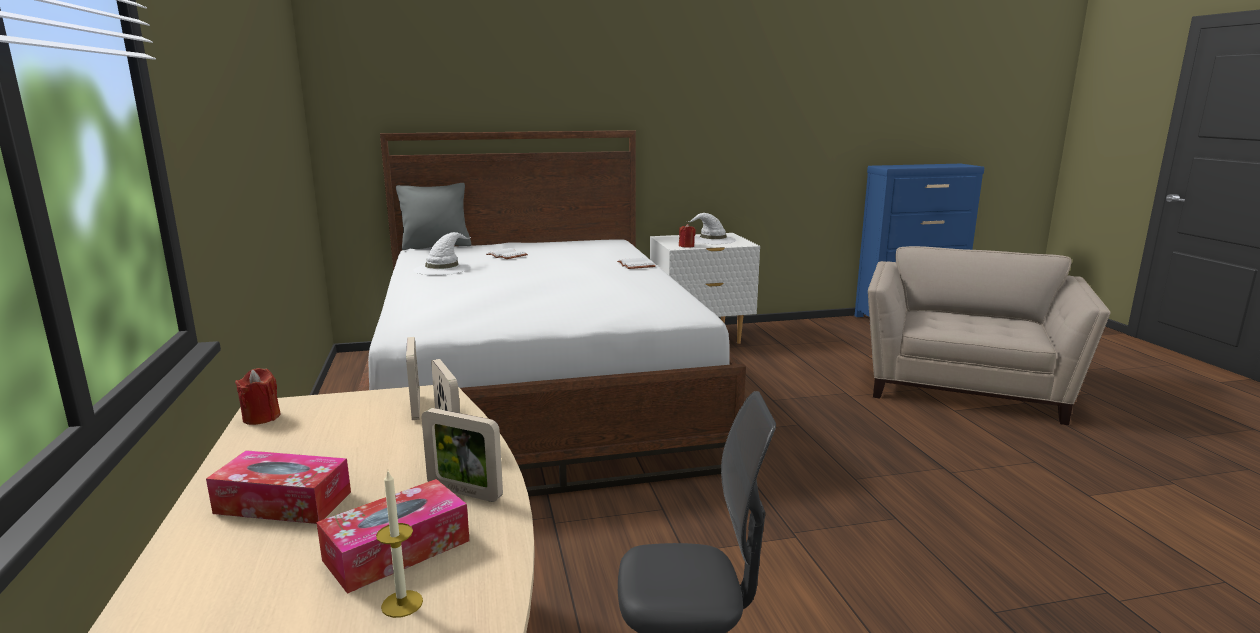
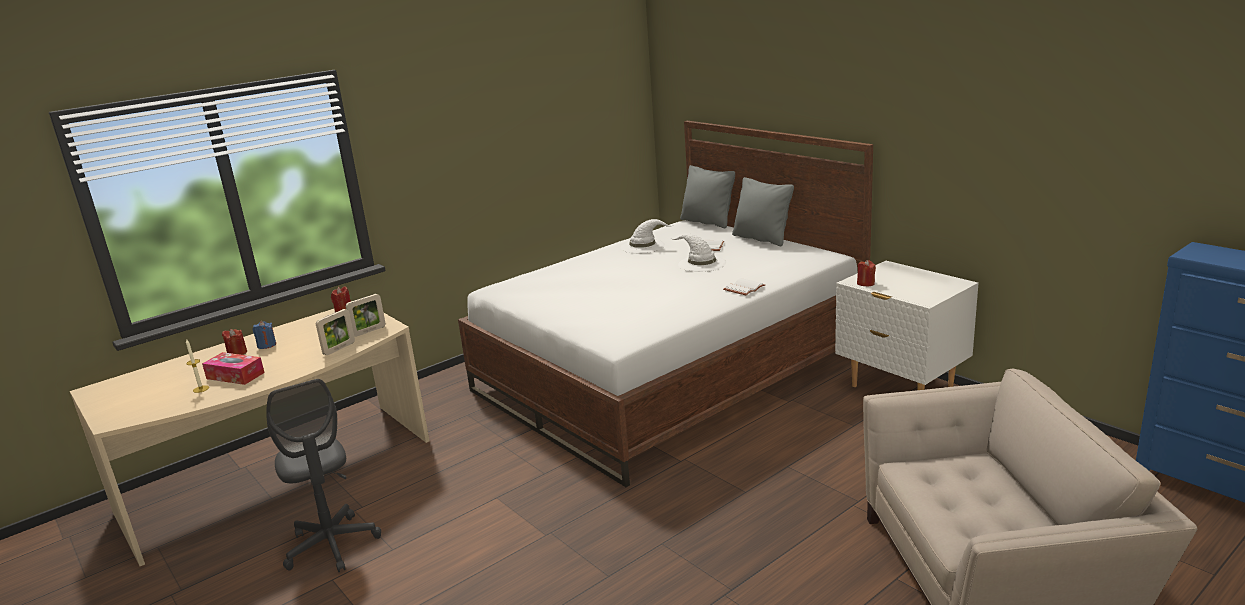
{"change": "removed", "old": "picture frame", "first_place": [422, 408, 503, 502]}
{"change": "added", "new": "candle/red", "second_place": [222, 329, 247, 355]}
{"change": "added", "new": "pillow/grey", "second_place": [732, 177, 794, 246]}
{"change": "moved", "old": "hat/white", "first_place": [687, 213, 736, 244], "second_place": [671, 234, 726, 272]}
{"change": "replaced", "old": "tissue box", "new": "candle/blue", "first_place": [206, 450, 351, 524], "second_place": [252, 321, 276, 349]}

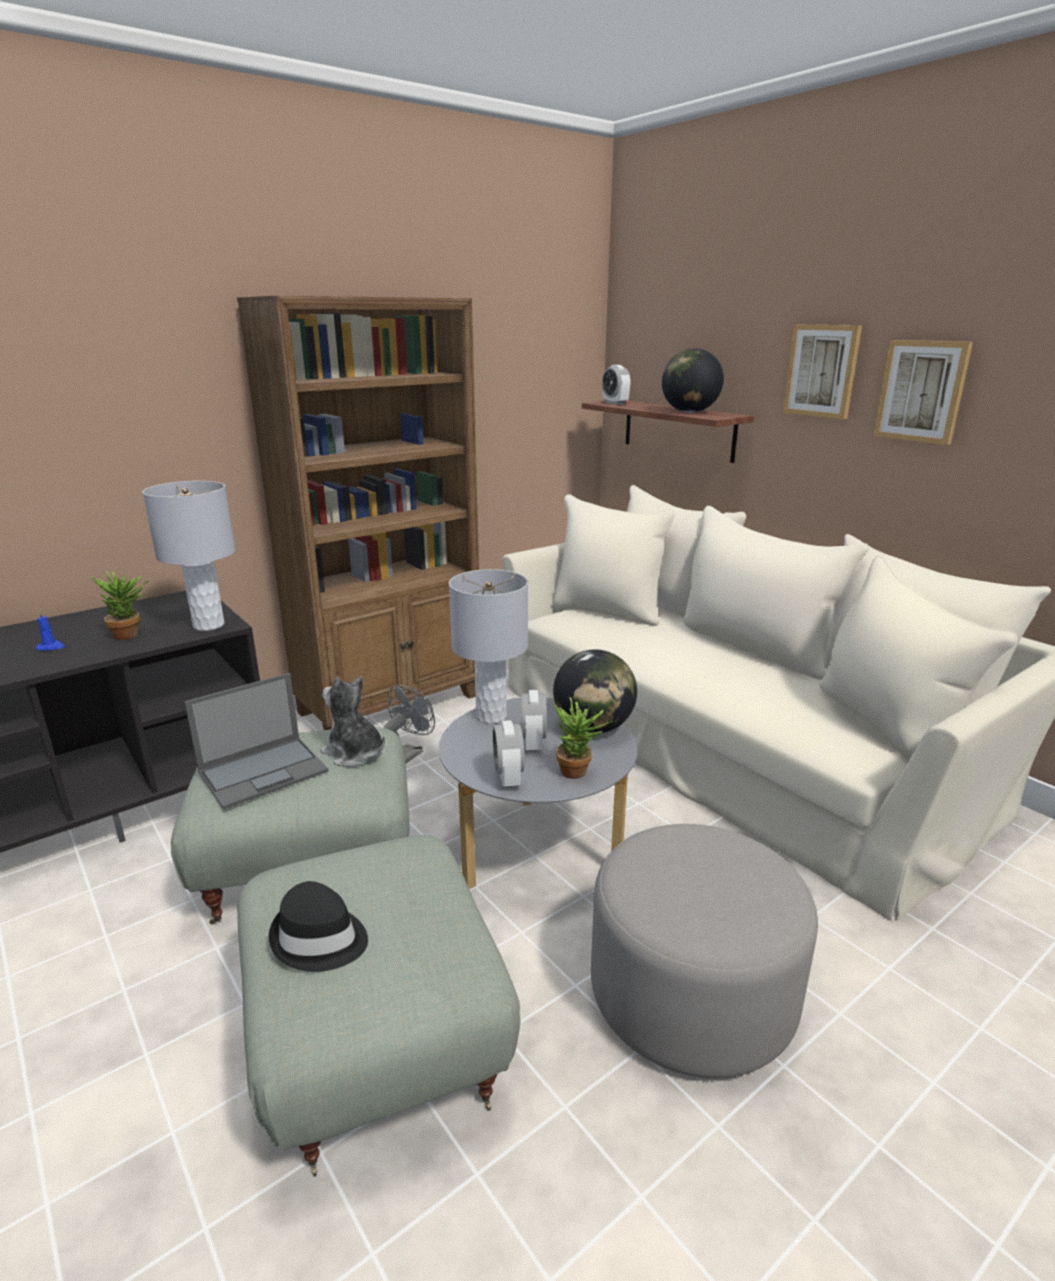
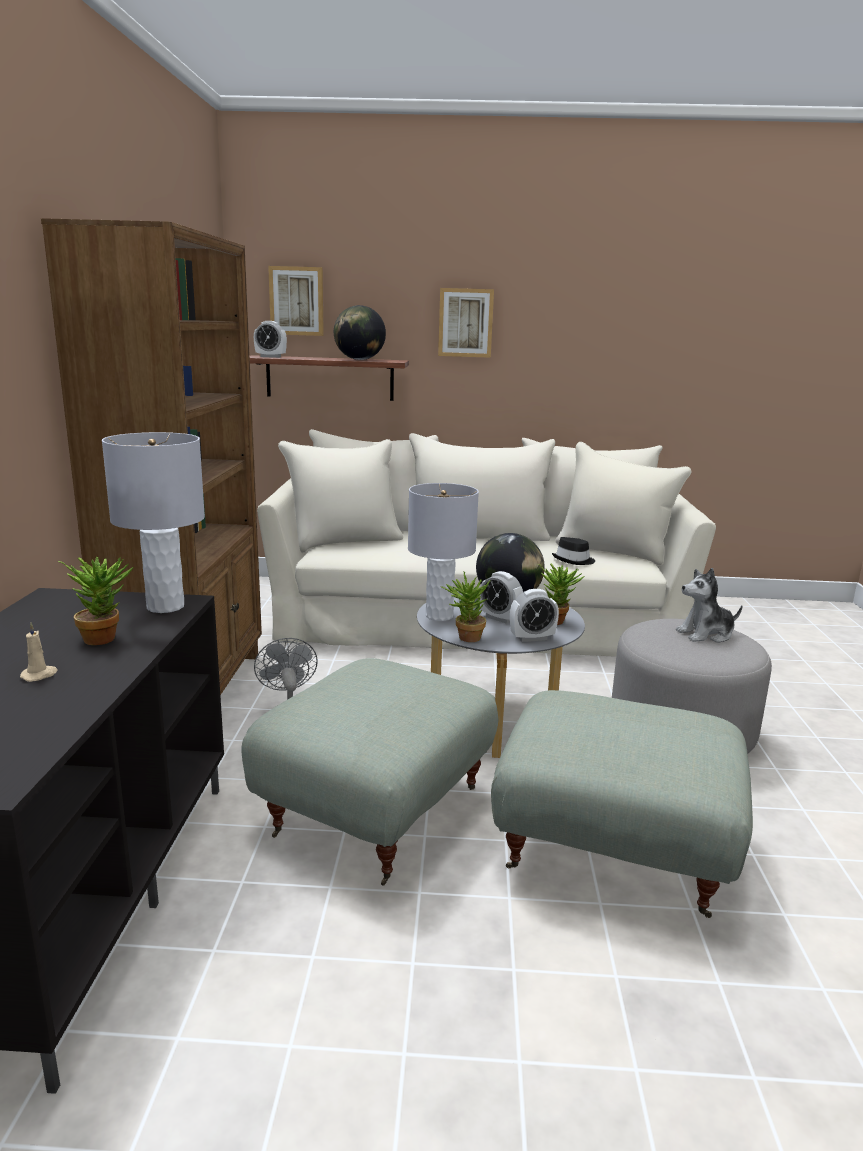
{"change": "removed", "old": "laptop", "first_place": [184, 673, 328, 809]}
{"change": "added", "new": "potted plant", "second_place": [441, 572, 491, 642]}
{"change": "moved", "old": "hat/black", "first_place": [269, 881, 368, 972], "second_place": [552, 537, 595, 565]}
{"change": "moved", "old": "plush toy", "first_place": [321, 676, 385, 767], "second_place": [676, 568, 743, 643]}
{"change": "moved", "old": "picture", "first_place": [873, 340, 973, 445], "second_place": [268, 266, 324, 336]}
{"change": "recoloured", "old": "candle/blue", "new": "candle/beige", "first_place": [36, 610, 65, 651], "second_place": [20, 622, 58, 682]}
{"change": "turned", "old": "alarm clock", "first_place": [493, 720, 525, 788], "second_place": [510, 589, 559, 642], "degrees": -45}

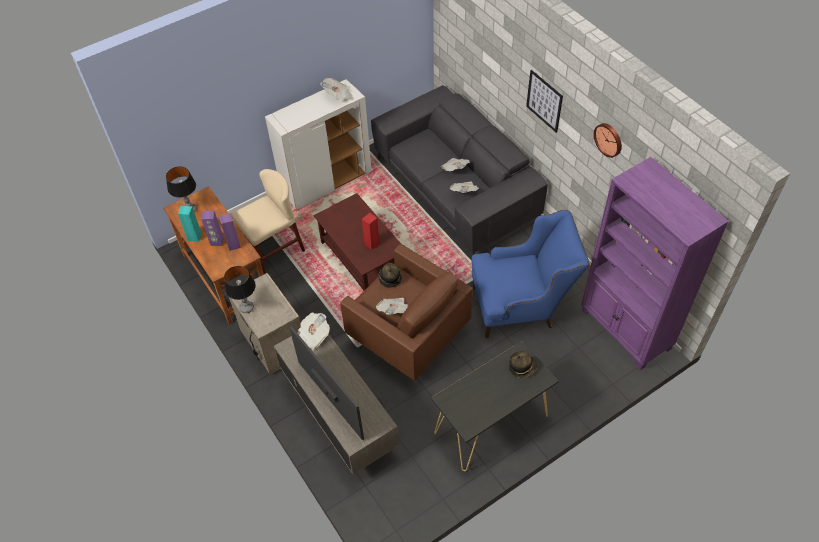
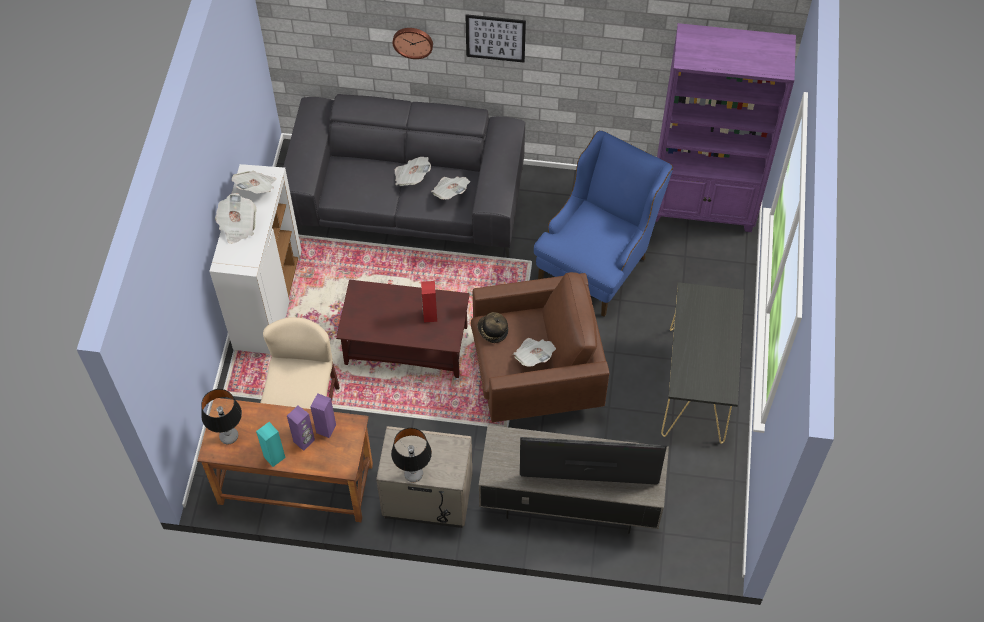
{"change": "removed", "old": "hat", "first_place": [509, 352, 537, 378]}
{"change": "moved", "old": "newspaper", "first_place": [298, 313, 330, 350], "second_place": [215, 193, 257, 244]}
{"change": "moved", "old": "wall clock", "first_place": [594, 123, 622, 158], "second_place": [392, 28, 433, 59]}

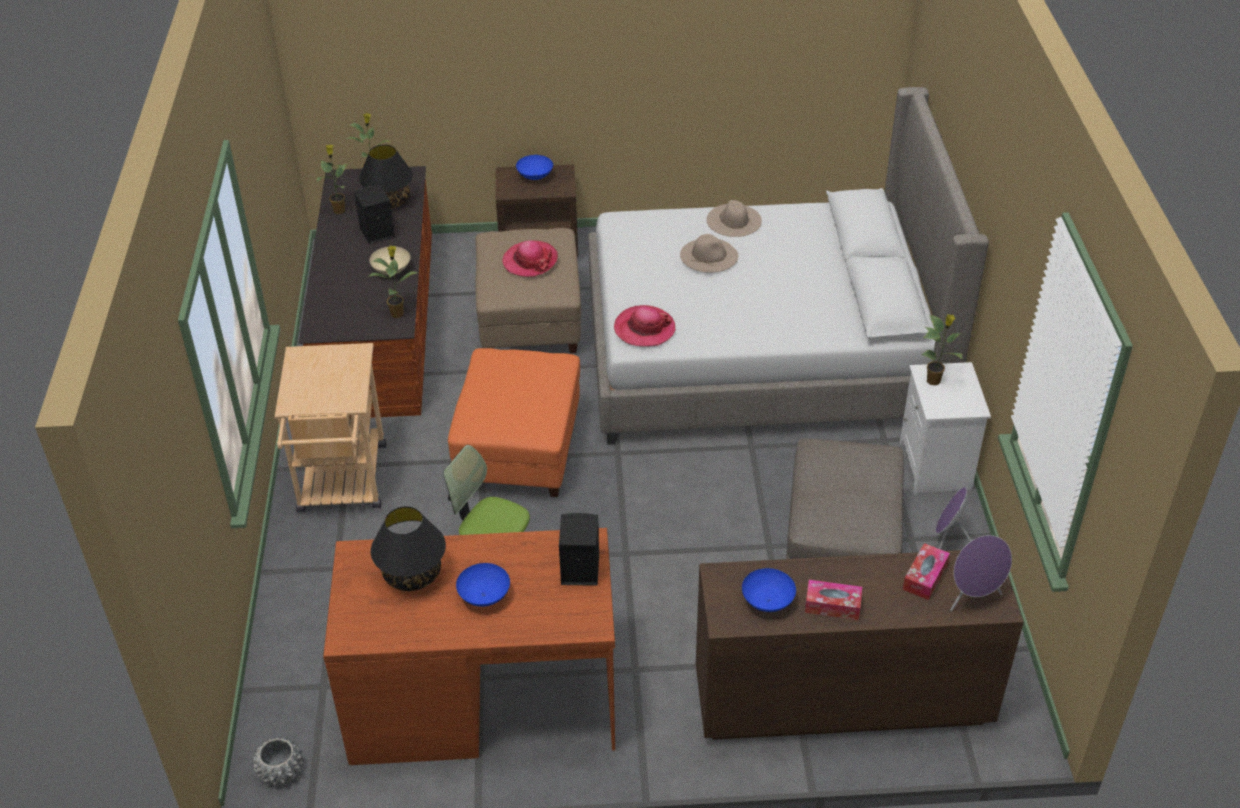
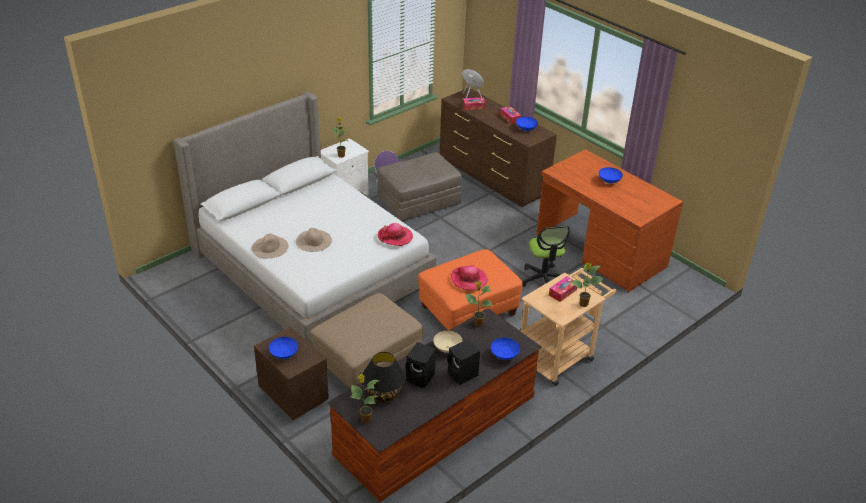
{"change": "removed", "old": "planter/grey", "first_place": [253, 737, 303, 786]}
{"change": "removed", "old": "table lamp/black", "first_place": [371, 506, 446, 591]}
{"change": "added", "new": "bowl/blue", "second_place": [491, 338, 520, 360]}
{"change": "added", "new": "tissue box", "second_place": [549, 276, 577, 302]}
{"change": "moved", "old": "potted plant", "first_place": [317, 145, 349, 214], "second_place": [570, 262, 604, 307]}
{"change": "moved", "old": "hat", "first_place": [502, 240, 558, 277], "second_place": [451, 265, 488, 290]}
{"change": "moved", "old": "speaker/black", "first_place": [559, 513, 599, 586], "second_place": [447, 339, 480, 385]}

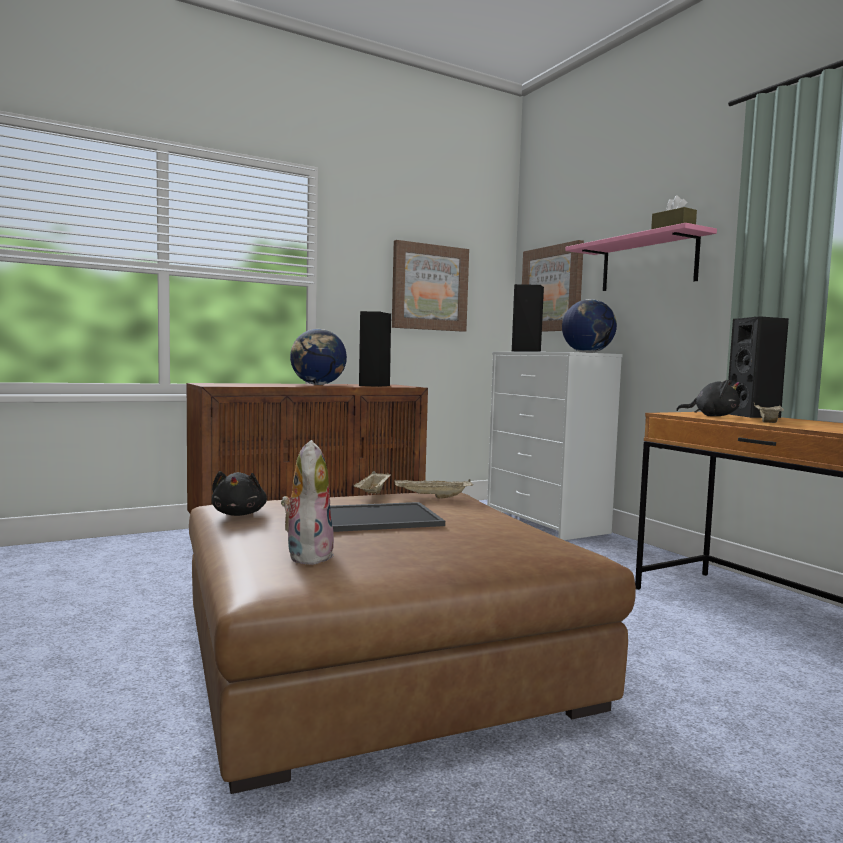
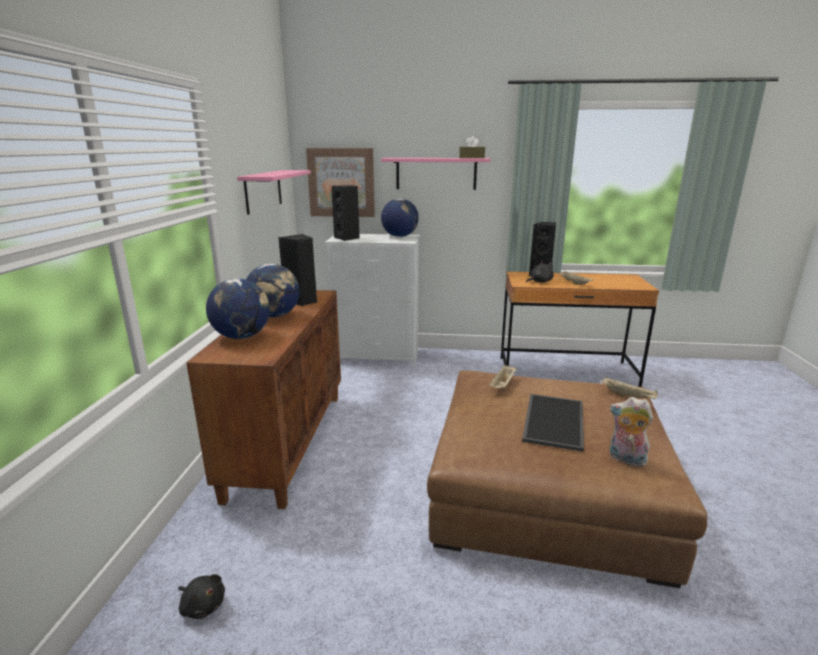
{"change": "added", "new": "globe", "second_place": [206, 278, 270, 339]}
{"change": "moved", "old": "plush toy/black", "first_place": [212, 471, 267, 516], "second_place": [178, 574, 225, 619]}
{"change": "moved", "old": "tray/beige", "first_place": [353, 471, 391, 494], "second_place": [601, 377, 658, 399]}
{"change": "replaced", "old": "picture", "new": "shelf/pink", "first_place": [392, 240, 469, 332], "second_place": [237, 170, 311, 215]}

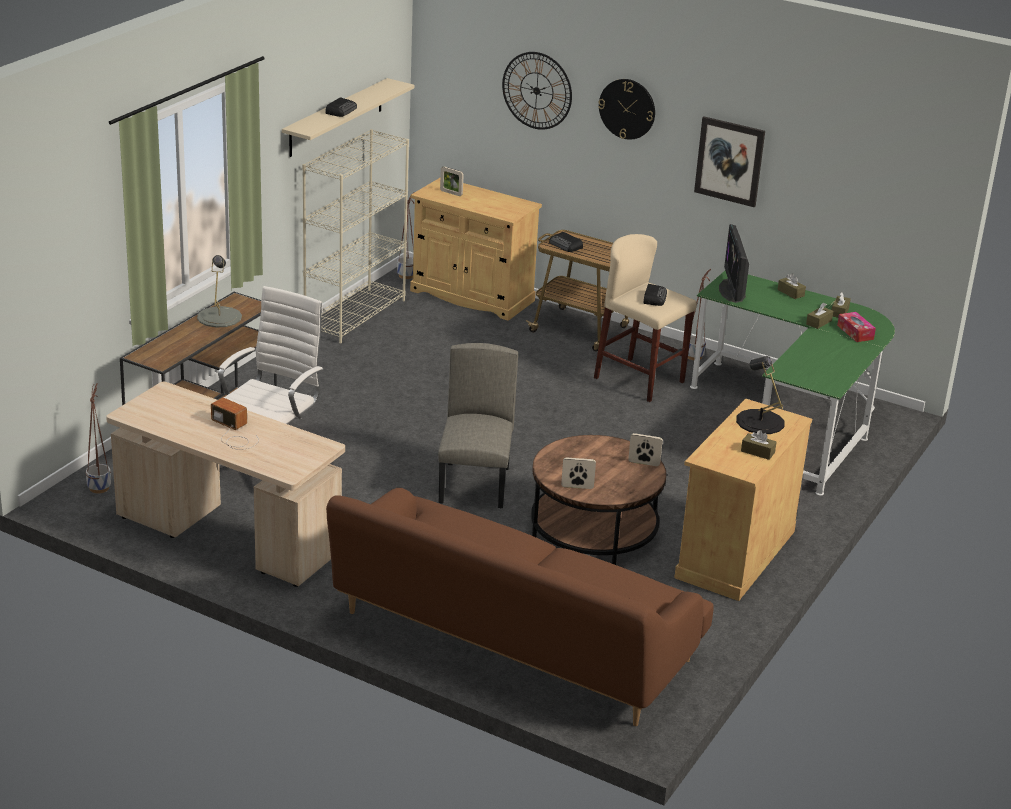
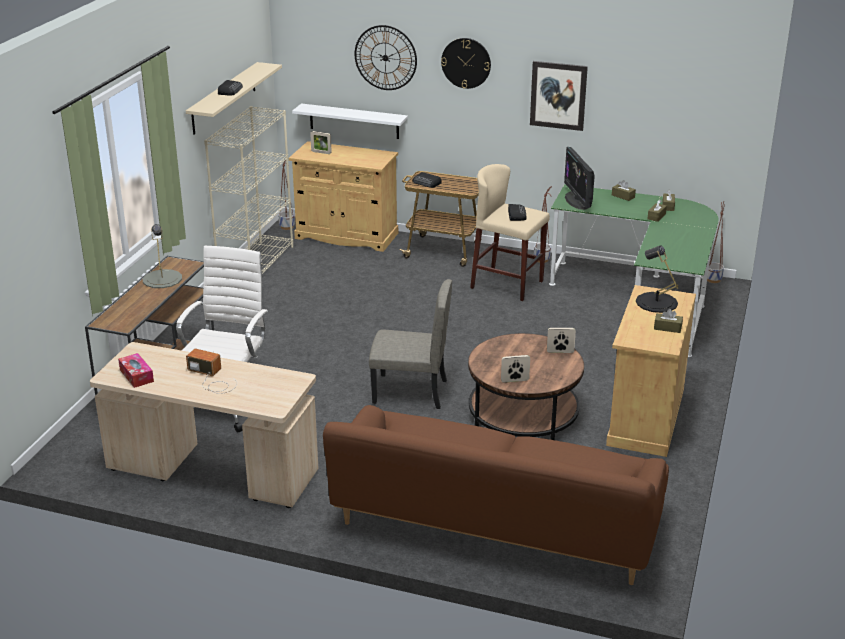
{"change": "added", "new": "shelf/white", "second_place": [292, 103, 408, 139]}
{"change": "moved", "old": "planter", "first_place": [86, 383, 111, 493], "second_place": [707, 201, 725, 283]}
{"change": "moved", "old": "tissue box", "first_place": [837, 312, 876, 342], "second_place": [118, 353, 154, 388]}
{"change": "turned", "old": "chair/beige", "first_place": [438, 343, 518, 509], "second_place": [369, 279, 452, 409], "degrees": 105}

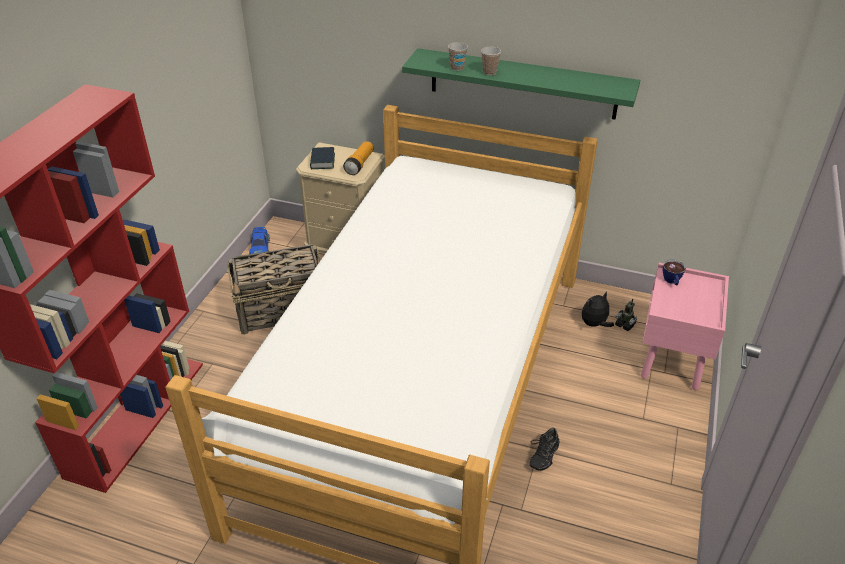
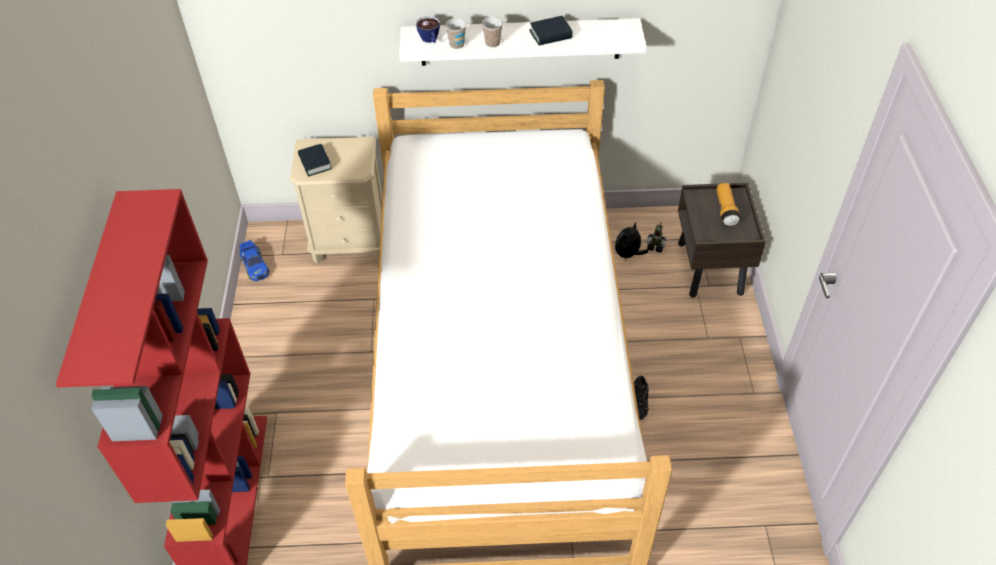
{"change": "removed", "old": "basket", "first_place": [228, 244, 321, 335]}
{"change": "added", "new": "book", "second_place": [529, 16, 573, 45]}
{"change": "moved", "old": "flashlight", "first_place": [343, 141, 373, 175], "second_place": [716, 183, 741, 227]}
{"change": "moved", "old": "cup", "first_place": [663, 260, 686, 285], "second_place": [416, 16, 440, 43]}
{"change": "recoloured", "old": "shelf/green", "new": "shelf/white", "first_place": [402, 48, 640, 120], "second_place": [399, 18, 647, 66]}
{"change": "recoloured", "old": "nightstand/pink", "new": "nightstand/brown", "first_place": [641, 263, 729, 390], "second_place": [678, 183, 766, 298]}

